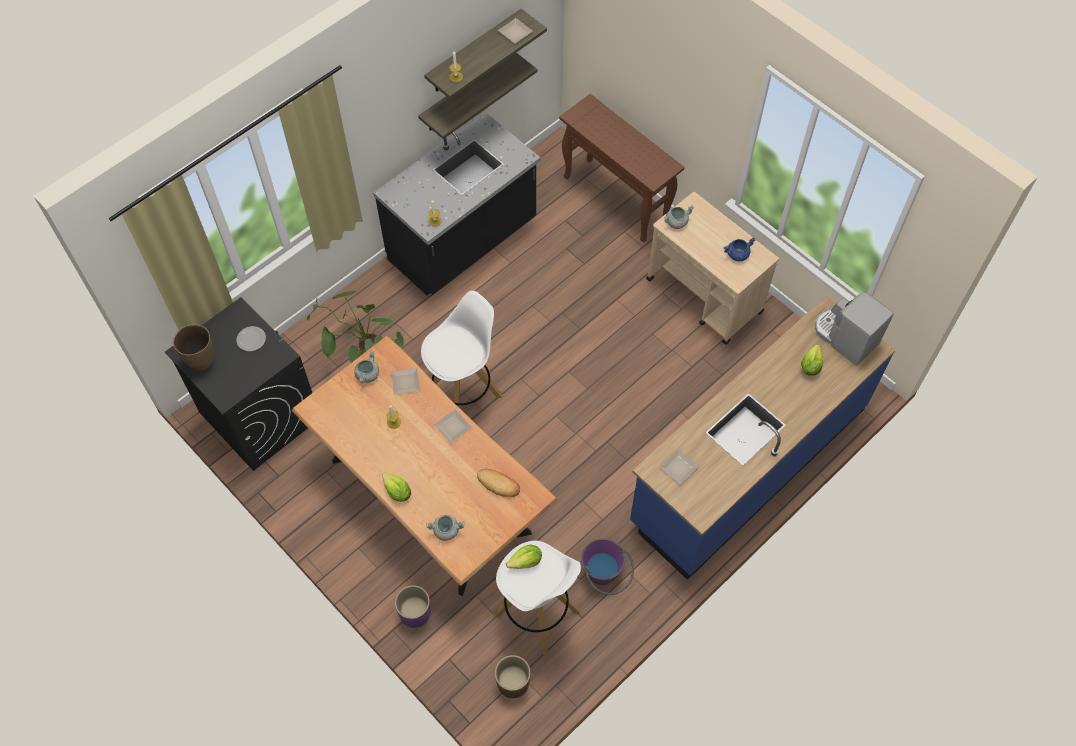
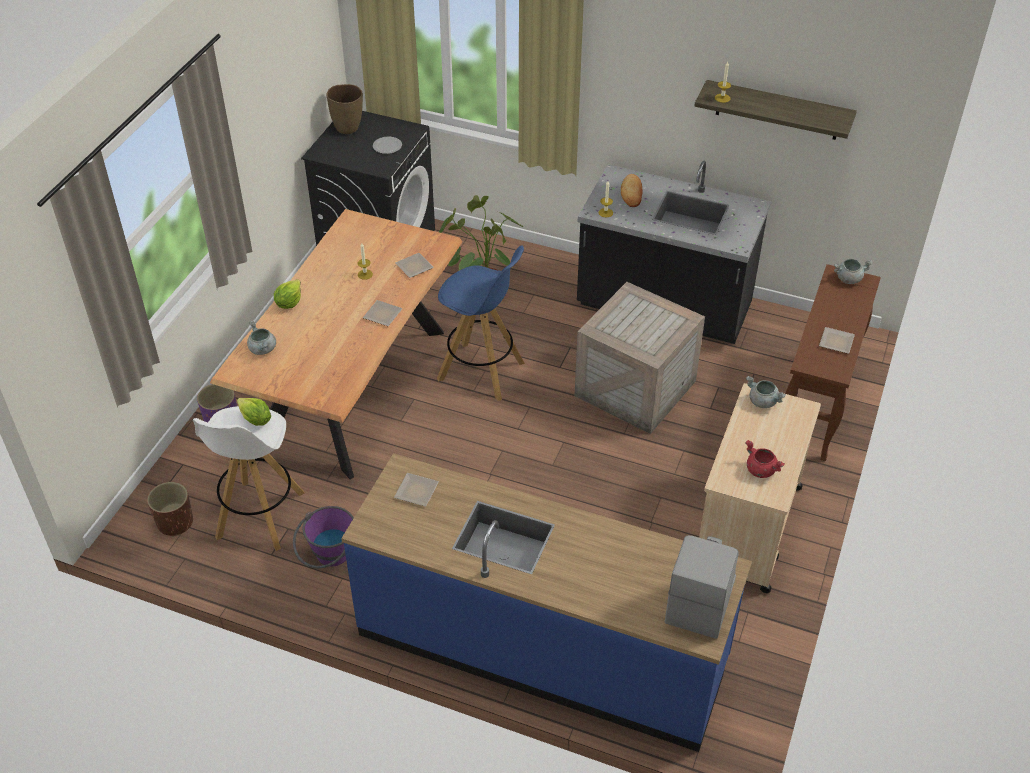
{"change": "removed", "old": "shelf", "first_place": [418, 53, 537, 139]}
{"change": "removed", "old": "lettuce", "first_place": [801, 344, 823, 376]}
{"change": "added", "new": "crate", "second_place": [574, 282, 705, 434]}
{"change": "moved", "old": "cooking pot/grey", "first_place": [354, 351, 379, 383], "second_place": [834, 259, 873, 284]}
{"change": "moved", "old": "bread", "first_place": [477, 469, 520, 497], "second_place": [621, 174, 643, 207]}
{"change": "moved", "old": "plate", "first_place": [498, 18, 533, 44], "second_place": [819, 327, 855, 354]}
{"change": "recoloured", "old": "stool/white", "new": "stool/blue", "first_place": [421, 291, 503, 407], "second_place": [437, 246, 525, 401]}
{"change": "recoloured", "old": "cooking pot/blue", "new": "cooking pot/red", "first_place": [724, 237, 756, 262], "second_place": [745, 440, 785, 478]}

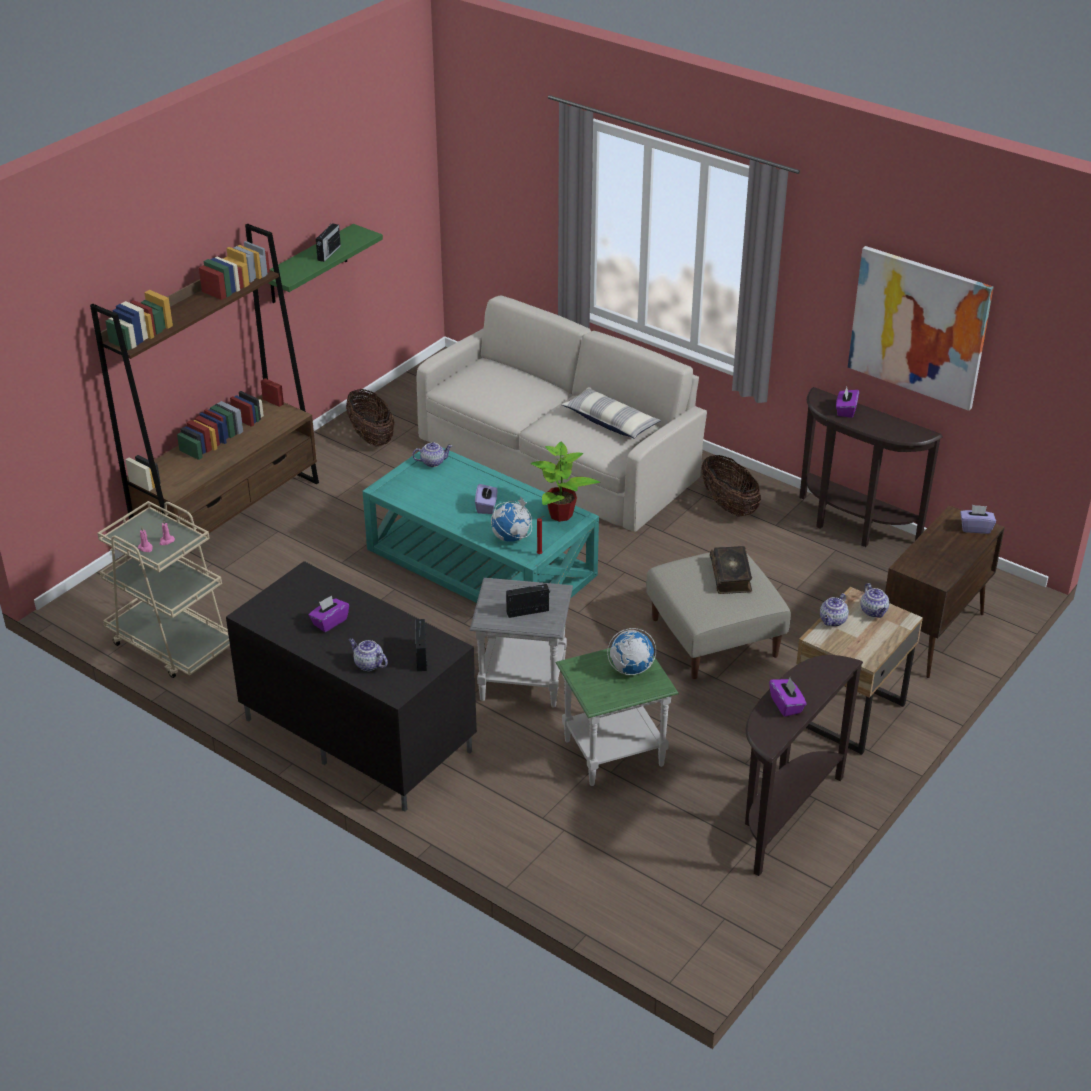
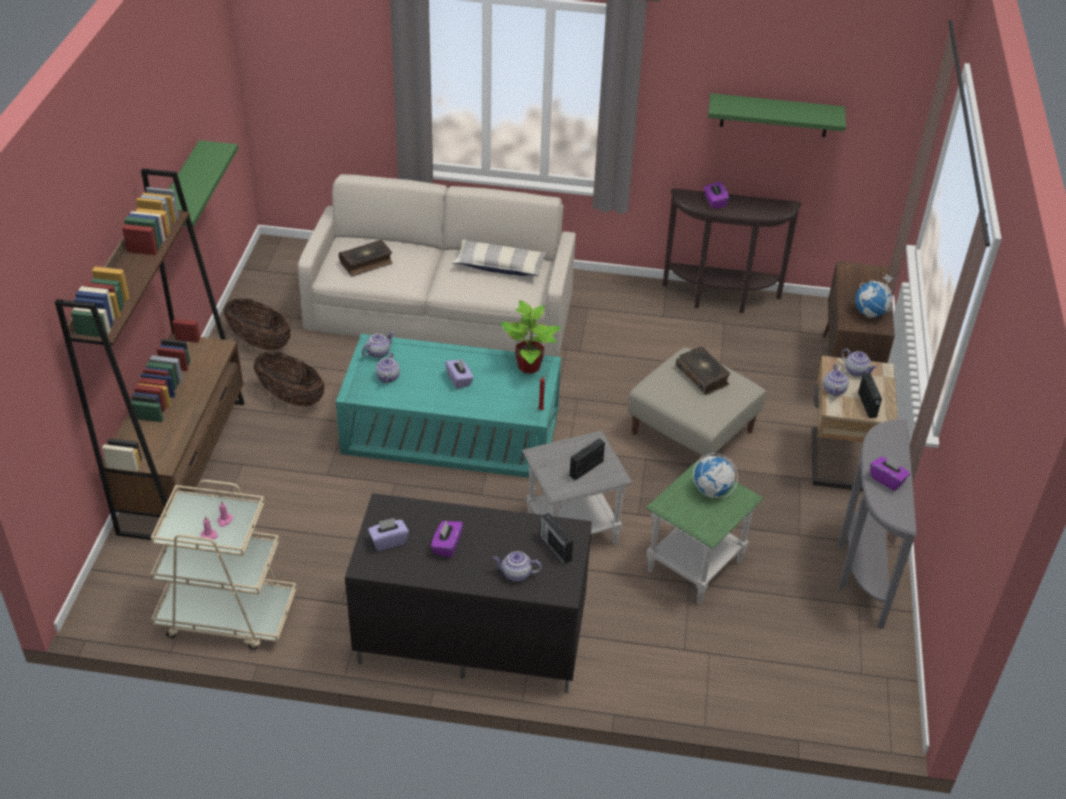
{"change": "added", "new": "book", "second_place": [339, 240, 393, 276]}
{"change": "added", "new": "teapot", "second_place": [376, 352, 400, 383]}
{"change": "moved", "old": "radio", "first_place": [316, 222, 341, 262], "second_place": [858, 372, 882, 418]}
{"change": "moved", "old": "globe", "first_place": [491, 496, 532, 542], "second_place": [855, 274, 893, 318]}
{"change": "moved", "old": "basket", "first_place": [702, 455, 761, 517], "second_place": [253, 352, 325, 407]}
{"change": "moved", "old": "tissue box/purple", "first_place": [960, 505, 996, 534], "second_place": [368, 518, 409, 551]}
{"change": "replaced", "old": "picture", "new": "shelf/green", "first_place": [848, 246, 994, 411], "second_place": [708, 93, 846, 137]}
{"change": "recoloured", "old": "console table/brown", "new": "console table/grey", "first_place": [745, 655, 863, 876], "second_place": [838, 419, 916, 629]}

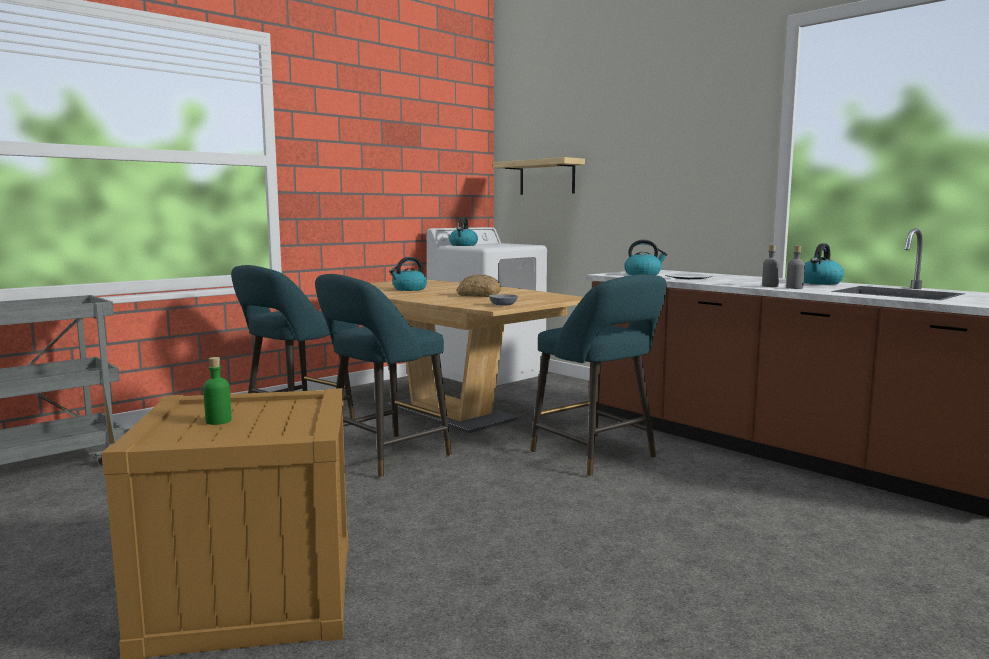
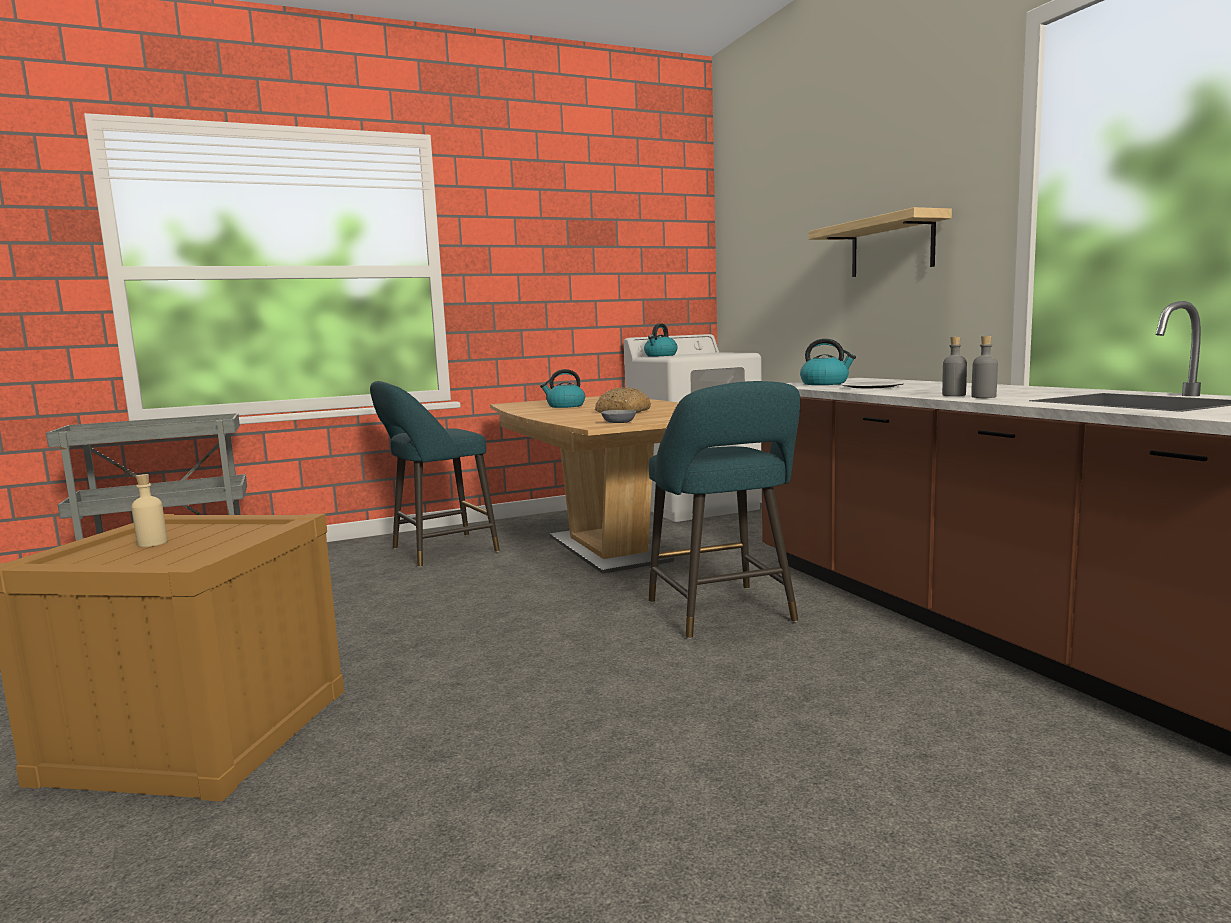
{"change": "removed", "old": "stool/turquoise", "first_place": [315, 274, 452, 478]}
{"change": "removed", "old": "kettle", "first_place": [804, 243, 844, 285]}
{"change": "moved", "old": "shelf", "first_place": [493, 157, 585, 195], "second_place": [809, 207, 952, 277]}
{"change": "recoloured", "old": "bottle/green", "new": "bottle/beige", "first_place": [203, 357, 231, 425], "second_place": [131, 474, 168, 547]}

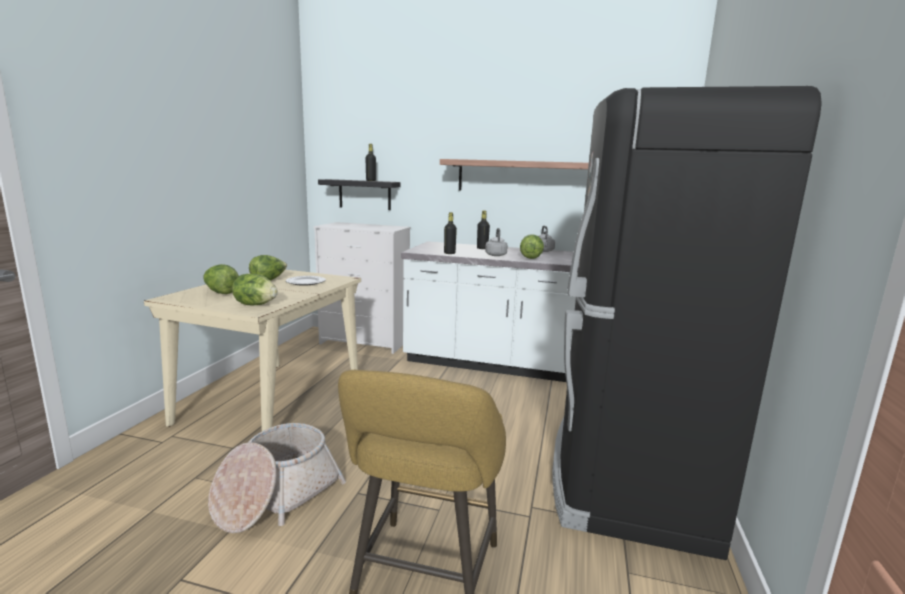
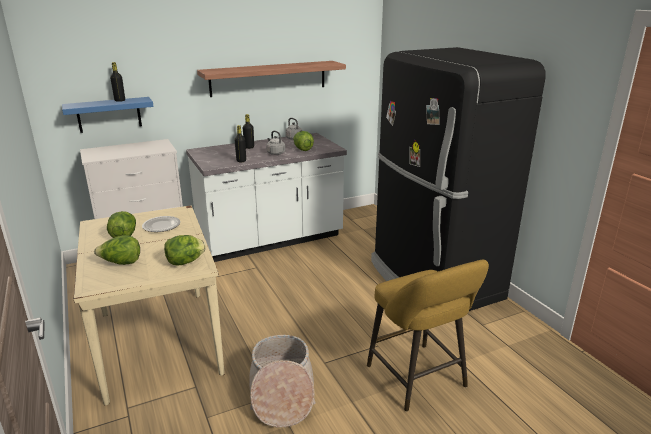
{"change": "recoloured", "old": "shelf/black", "new": "shelf/blue", "first_place": [318, 179, 401, 210], "second_place": [62, 97, 154, 133]}

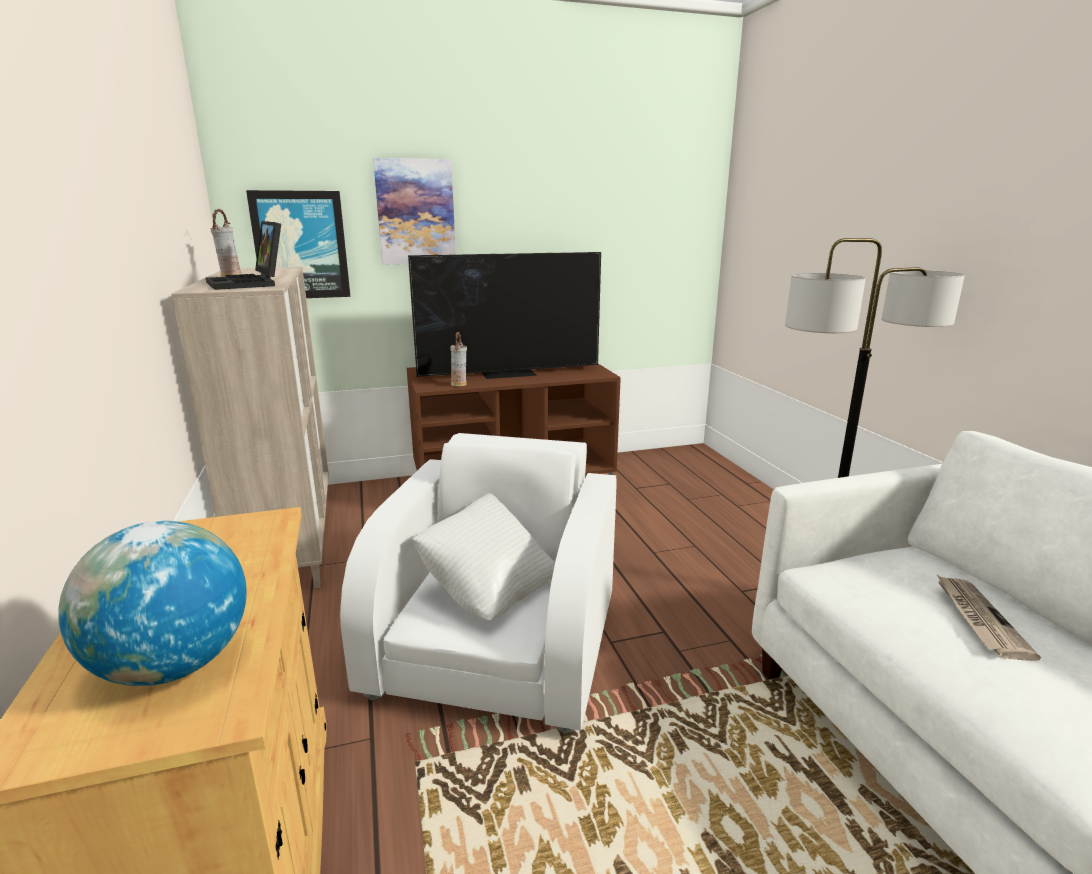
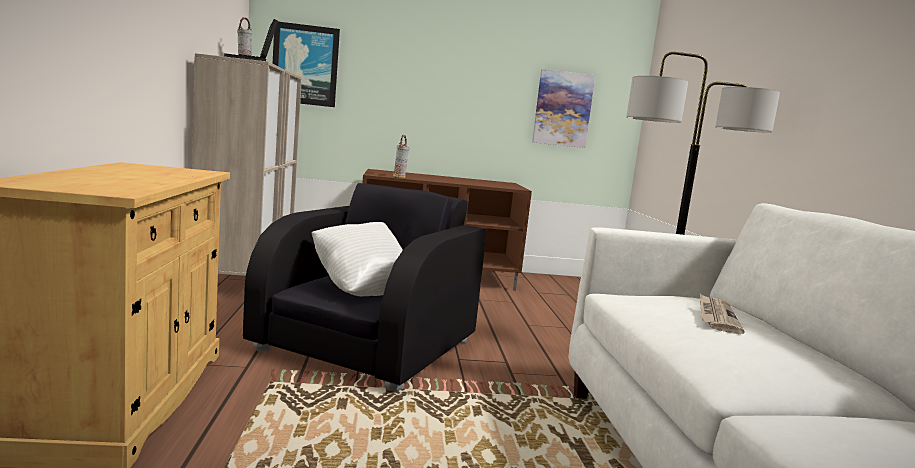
{"change": "removed", "old": "globe", "first_place": [58, 521, 247, 686]}
{"change": "removed", "old": "television", "first_place": [408, 252, 601, 379]}
{"change": "moved", "old": "picture", "first_place": [373, 158, 456, 265], "second_place": [532, 69, 595, 148]}
{"change": "recoloured", "old": "armchair/white", "new": "armchair/black", "first_place": [340, 433, 617, 733], "second_place": [243, 183, 487, 391]}

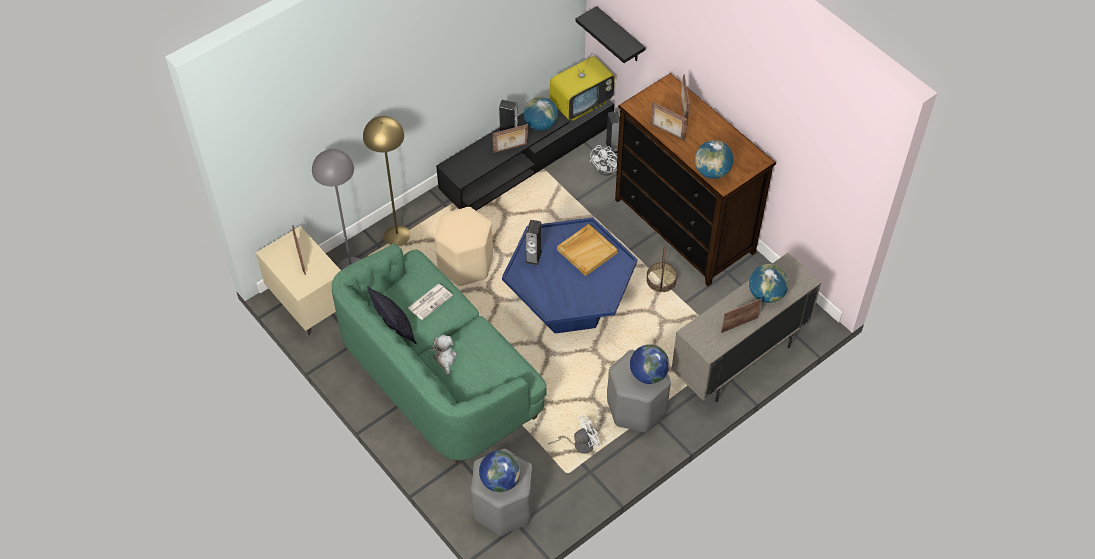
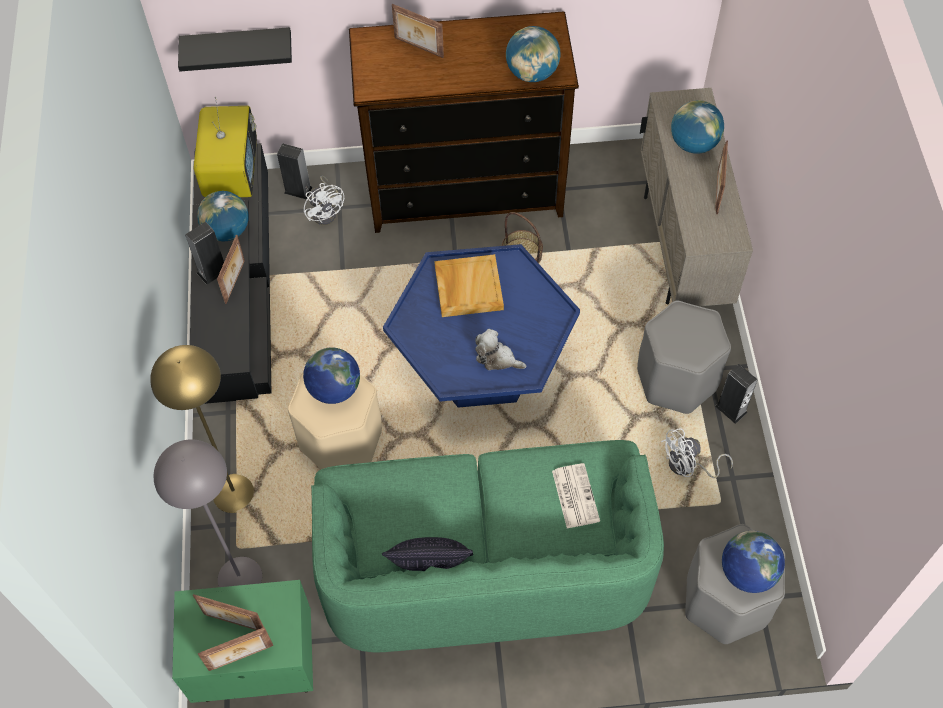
{"change": "moved", "old": "newspaper", "first_place": [408, 284, 453, 320], "second_place": [552, 463, 600, 528]}
{"change": "moved", "old": "plush toy", "first_place": [430, 334, 457, 375], "second_place": [475, 329, 526, 370]}
{"change": "moved", "old": "speaker", "first_place": [525, 220, 542, 266], "second_place": [715, 364, 758, 424]}
{"change": "moved", "old": "globe", "first_place": [630, 344, 669, 384], "second_place": [303, 347, 360, 404]}
{"change": "moved", "old": "picture frame", "first_place": [650, 102, 688, 141], "second_place": [198, 627, 273, 671]}
{"change": "recoloured", "old": "nightstand/beige", "new": "nightstand/green", "first_place": [256, 226, 341, 335], "second_place": [172, 580, 313, 703]}
{"change": "turned", "old": "fan/white", "first_place": [548, 415, 602, 453], "second_place": [661, 428, 733, 478], "degrees": -120}

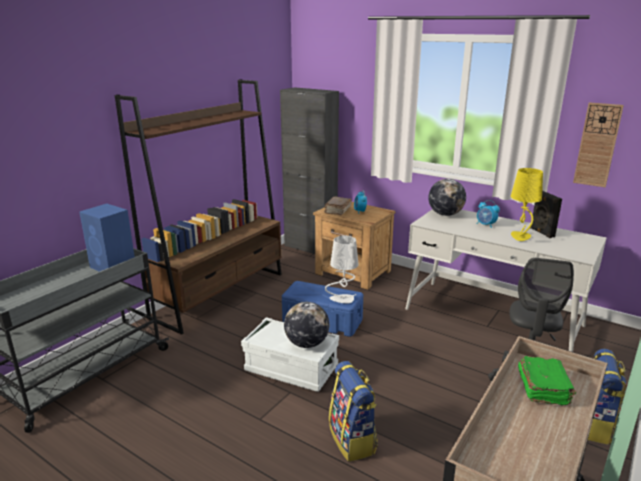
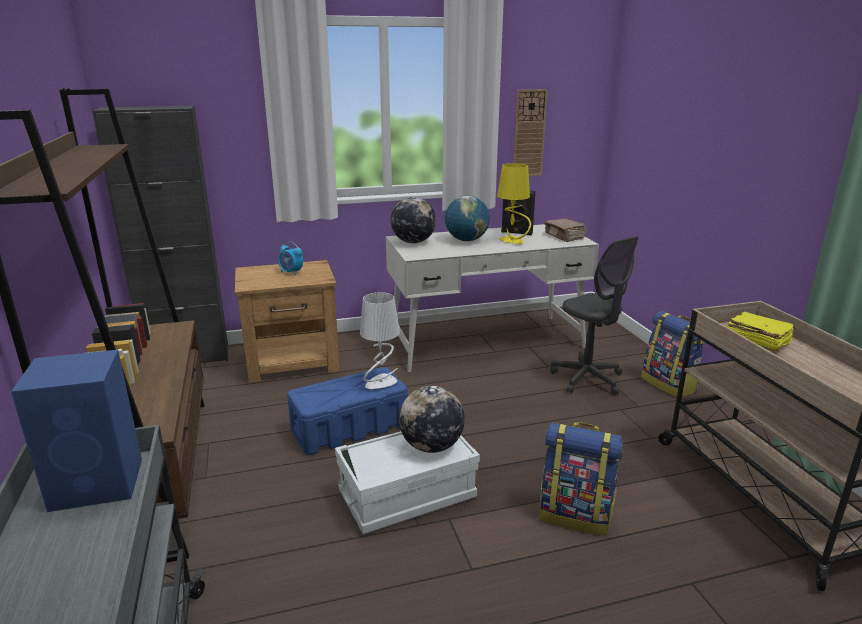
{"change": "moved", "old": "book/brown", "first_place": [324, 197, 352, 215], "second_place": [544, 218, 587, 242]}
{"change": "replaced", "old": "alarm clock", "new": "globe", "first_place": [477, 200, 500, 228], "second_place": [445, 196, 490, 241]}
{"change": "recoloured", "old": "book/green", "new": "book/yellow", "first_place": [518, 356, 576, 405], "second_place": [726, 311, 796, 351]}

